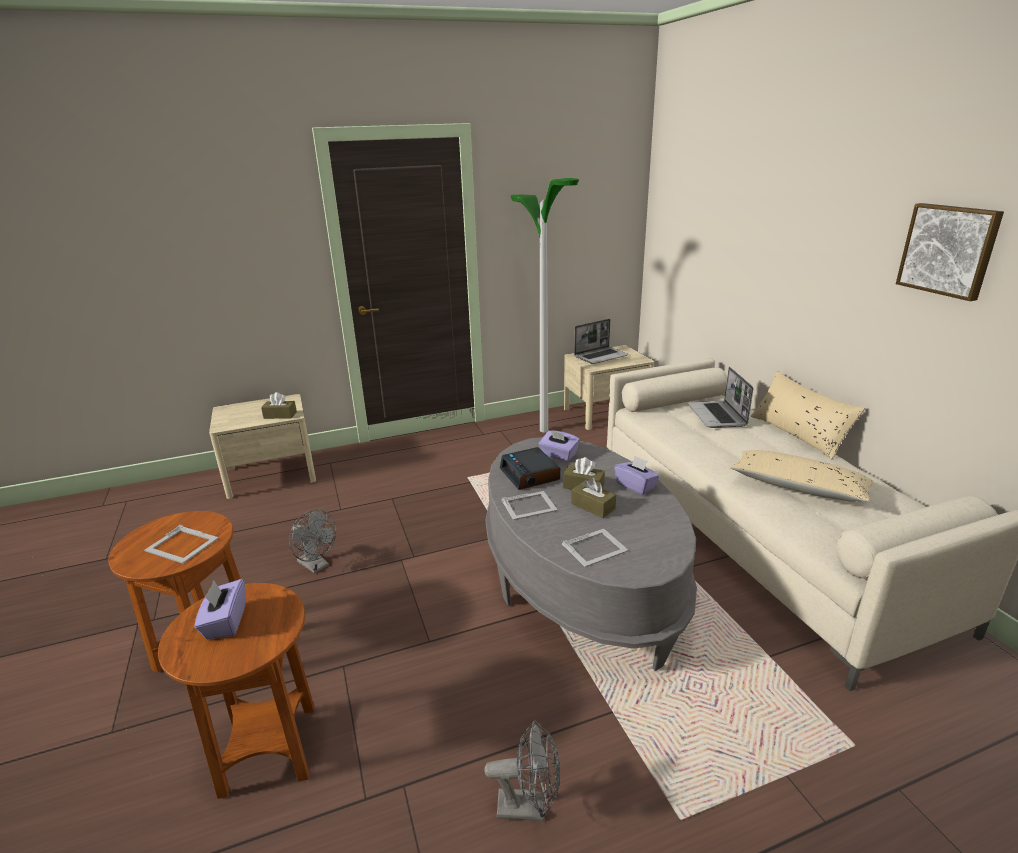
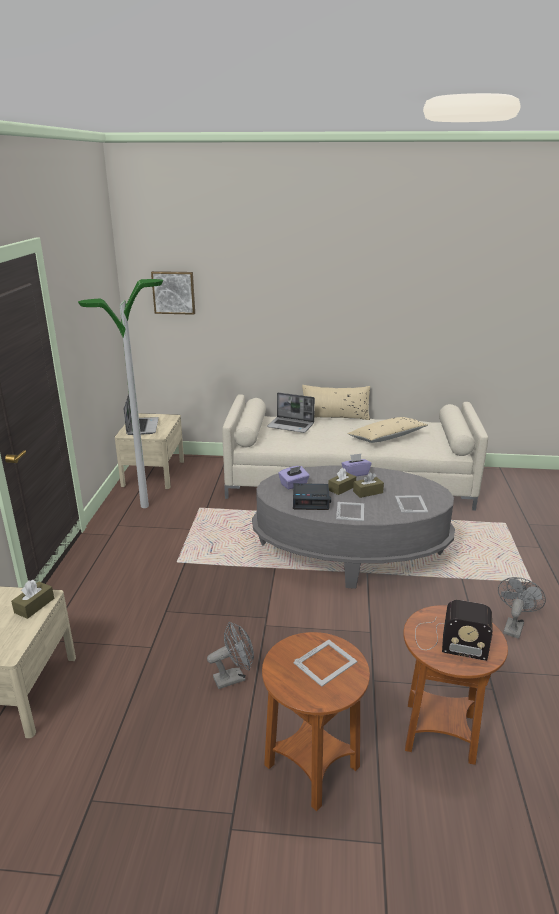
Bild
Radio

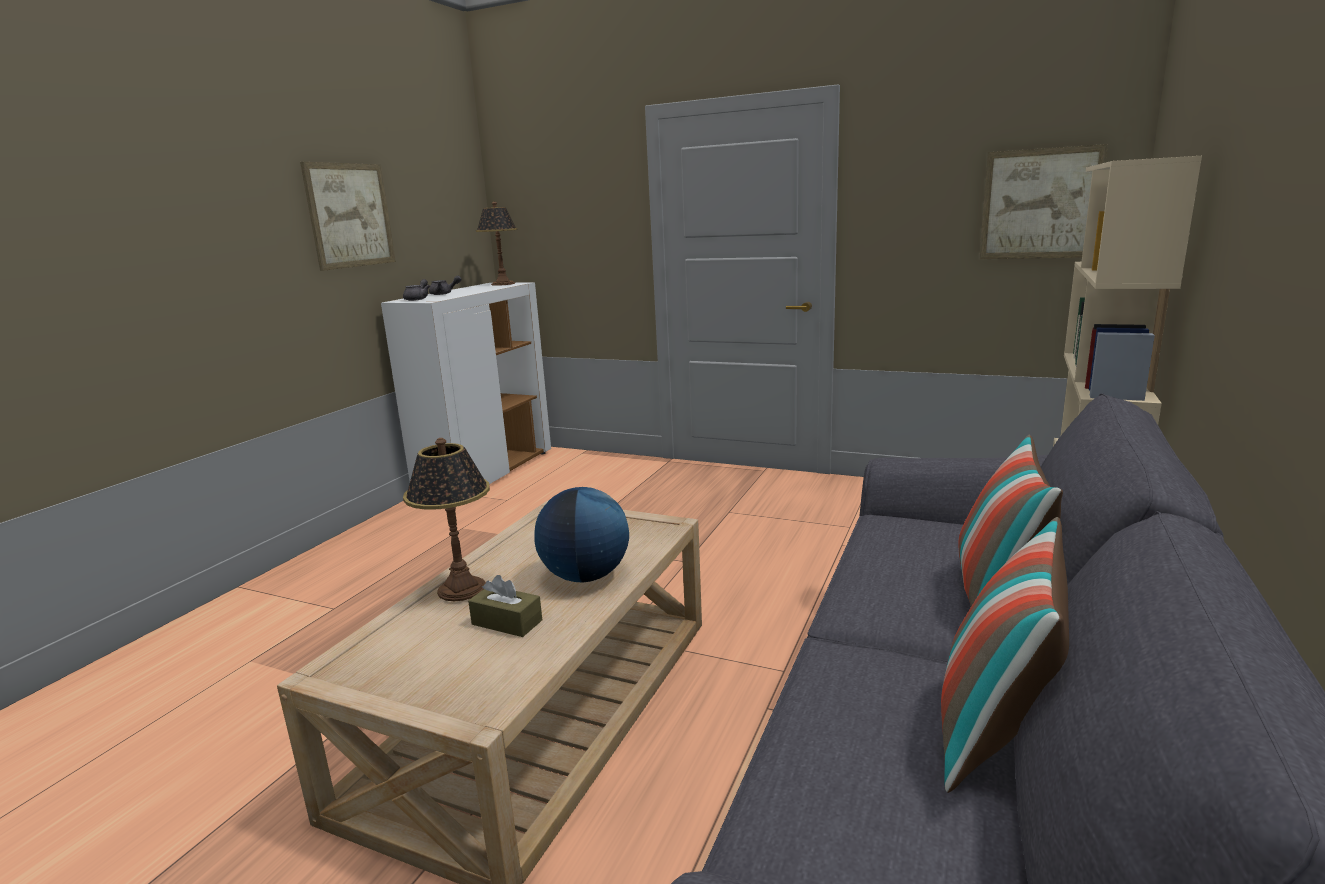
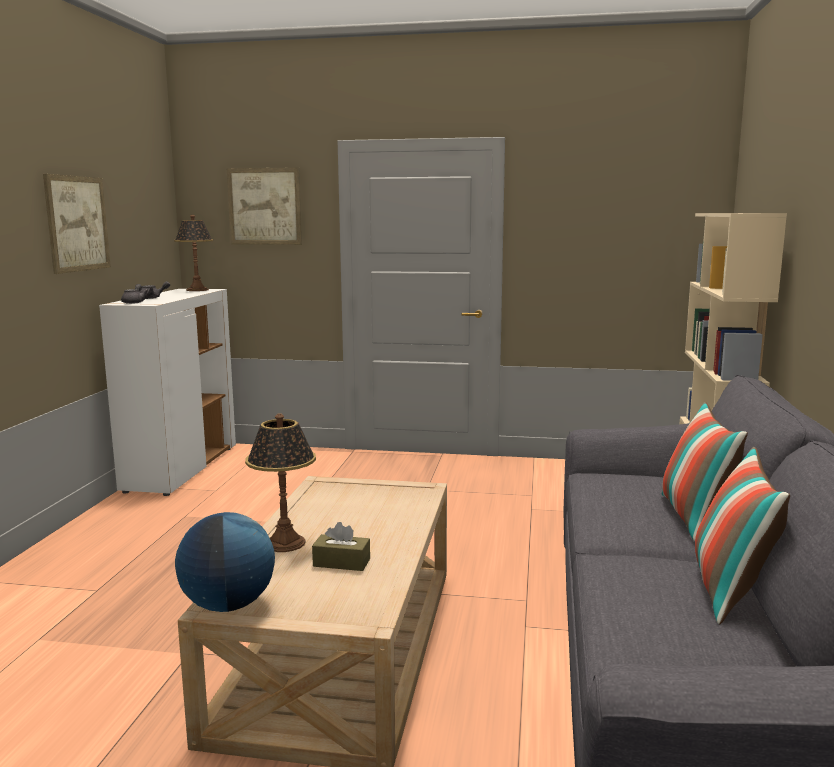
Globus
Bild (2nd from left)

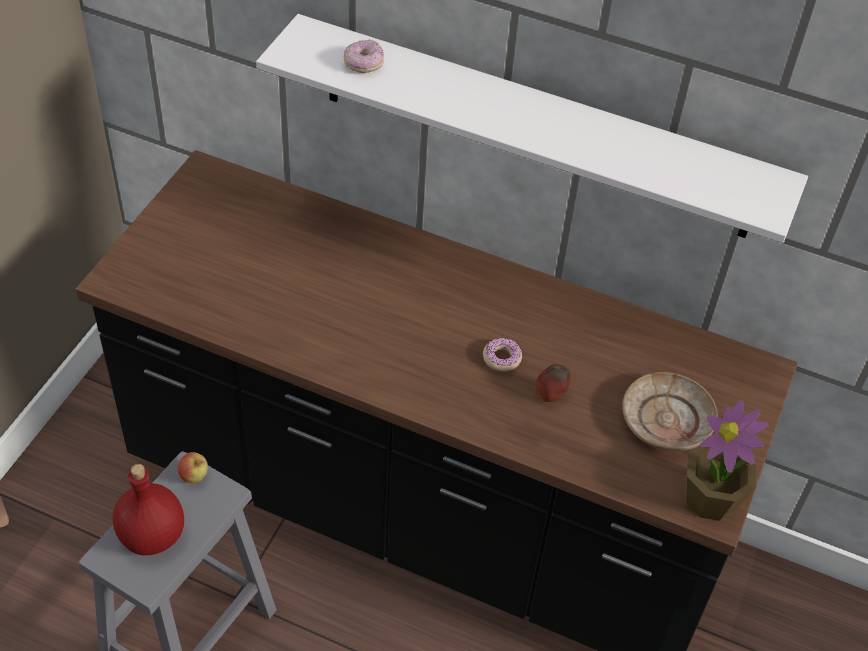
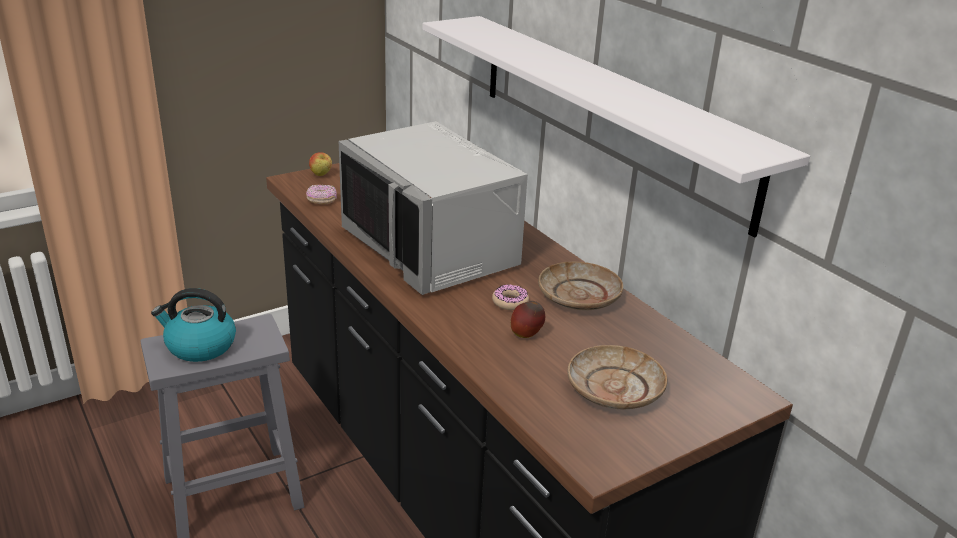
Topfpflanze
Mikrowelle [grau]
Teller [beige] (1st from left)
Apfel (1st from left)
Donut (1st from left)
Wasserkessel

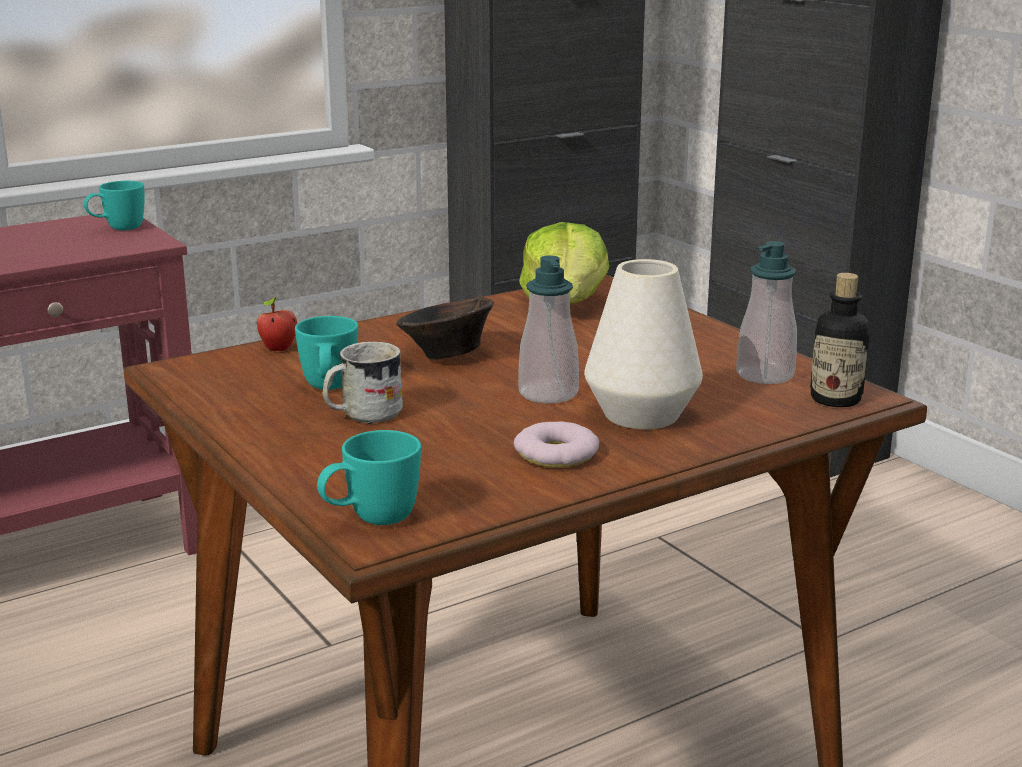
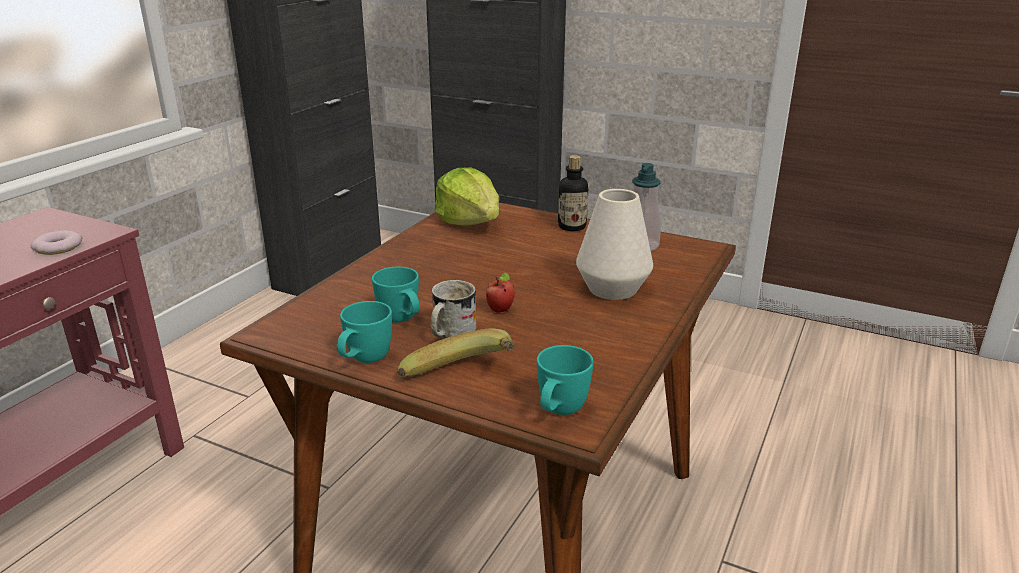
Schüssel [braun]
Seifenspender (1st from left in the first image)
Banane
Henkelbecher [türkis] (1st from left)
Apfel
Donut
Flasche

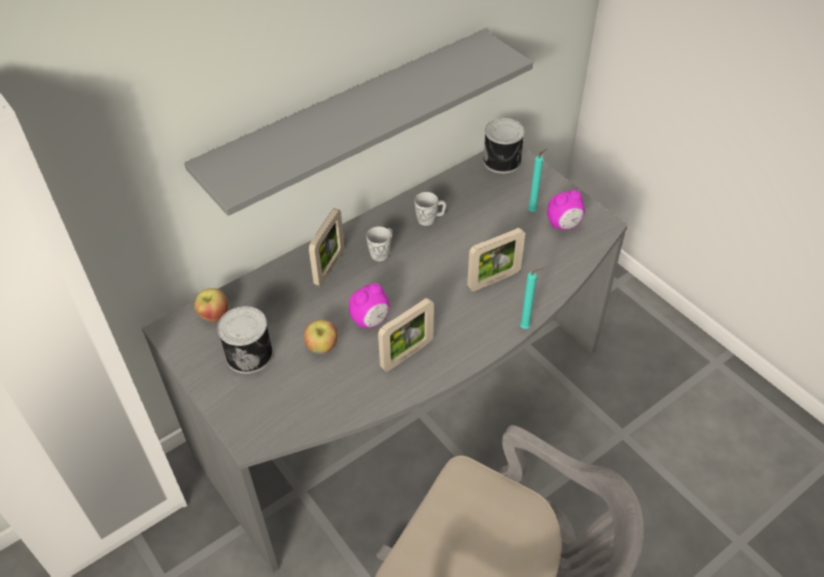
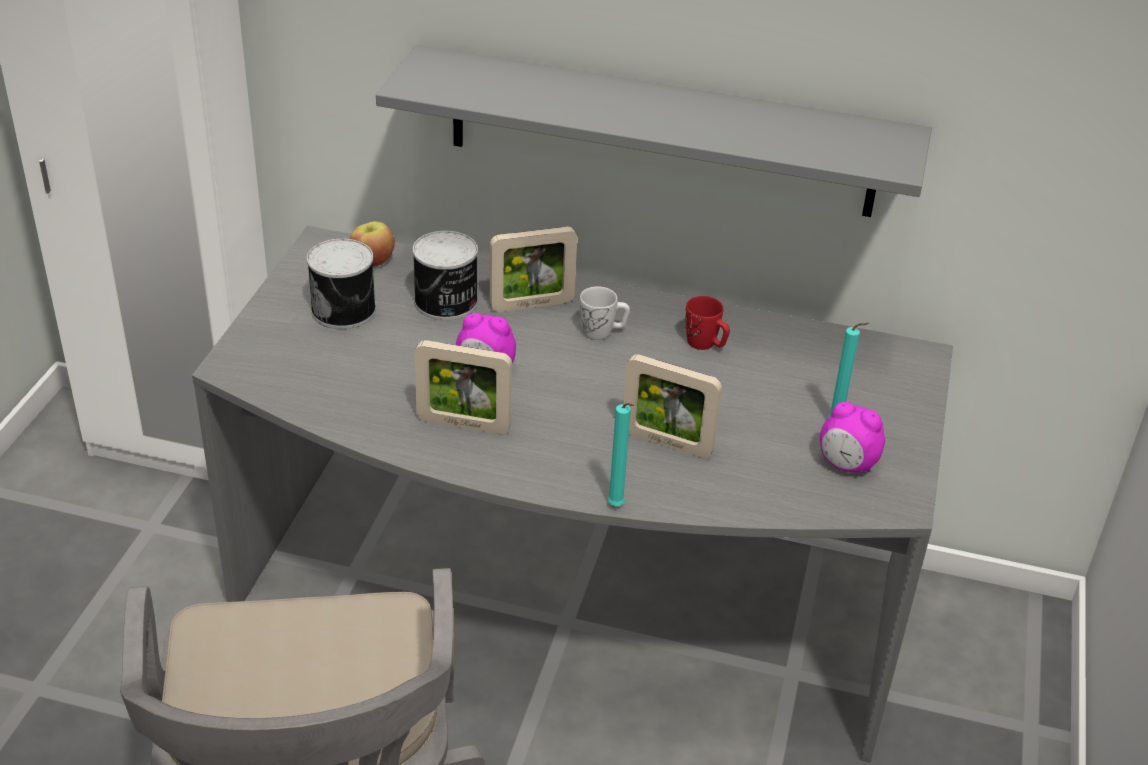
Apfel (2nd from left in the first image)
Dose (2nd from left)
Henkelbecher [rot]

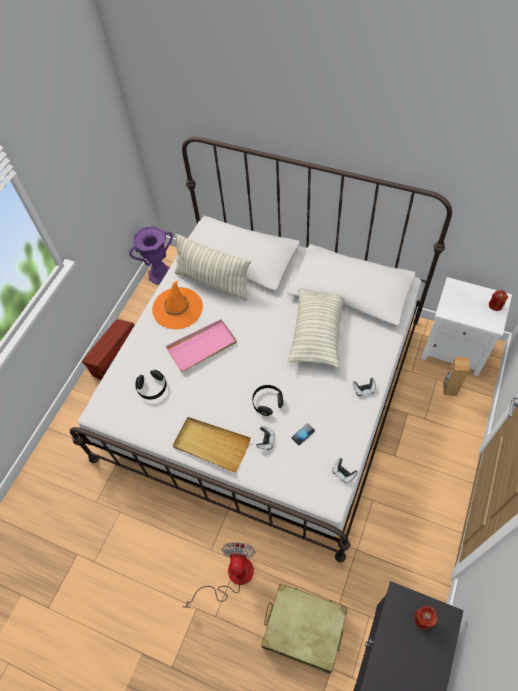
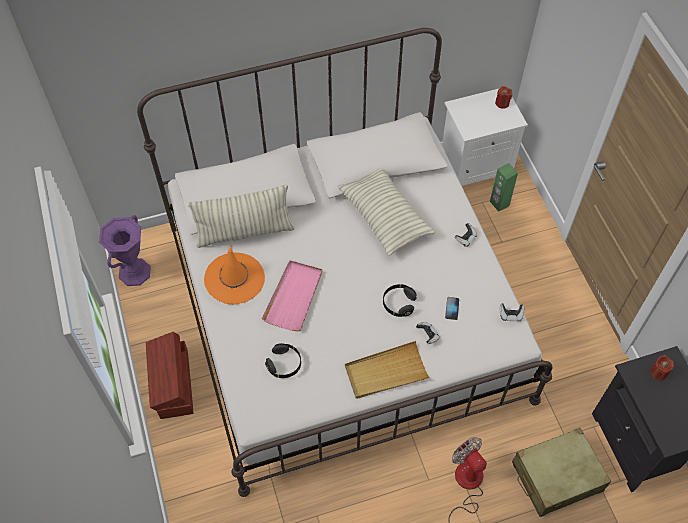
Lautsprecher [grün]

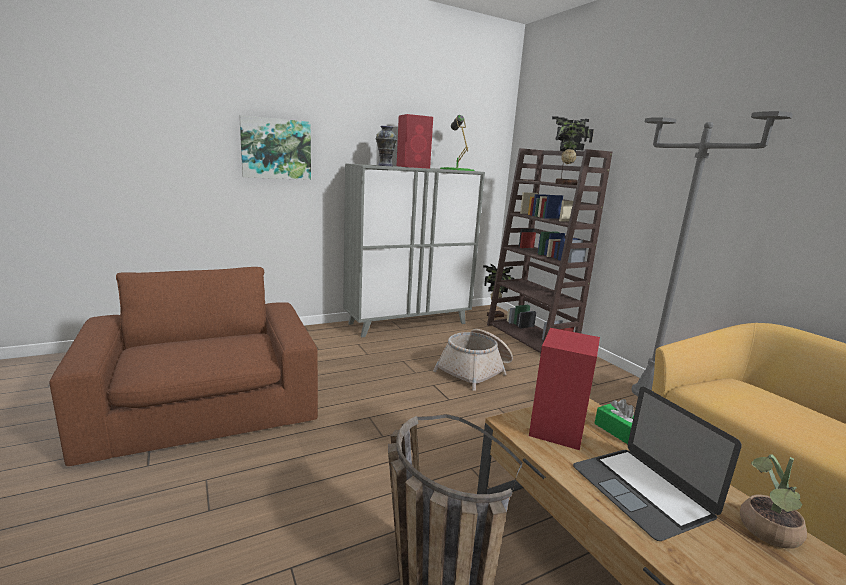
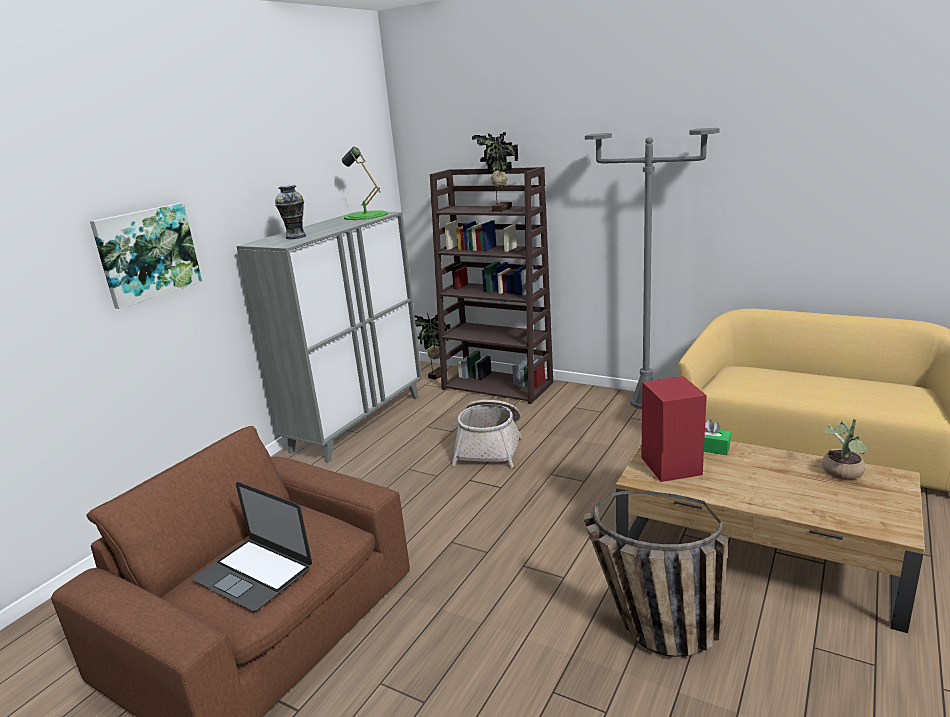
Lautsprecher [rot] (1st from left in the first image)
Laptop

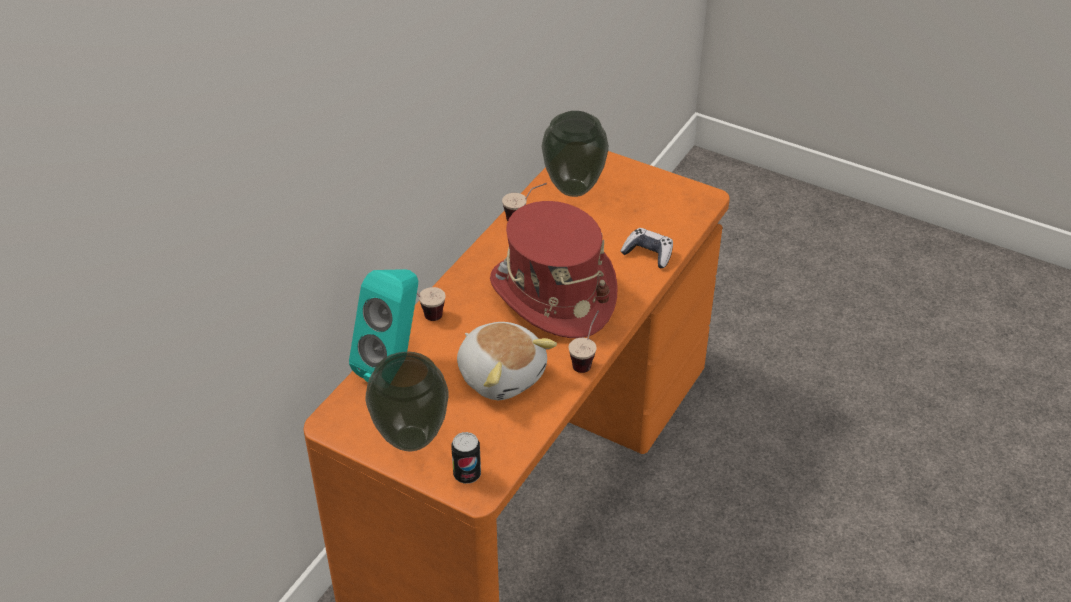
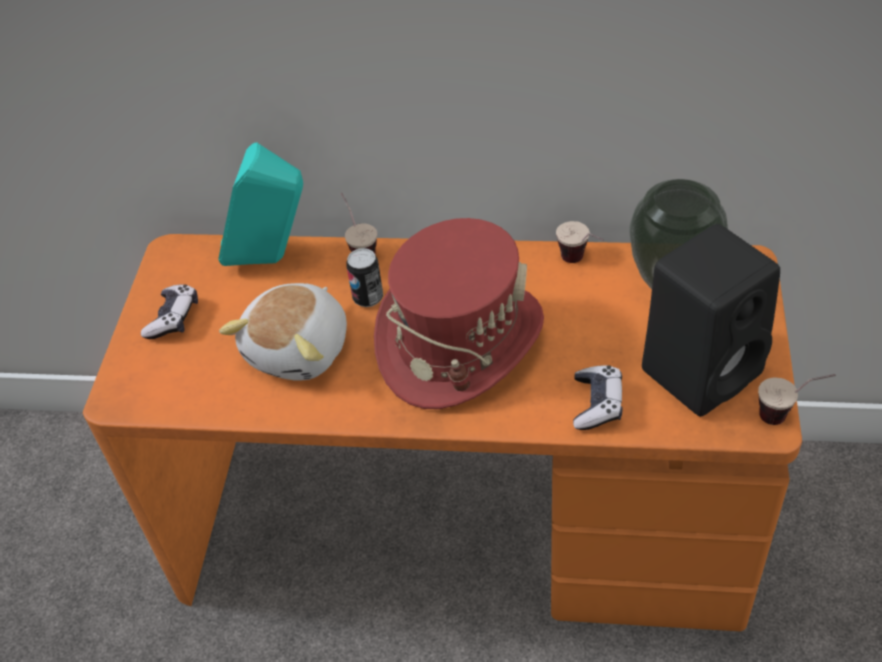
Lautsprecher [schwarz]
Dose
Tasse (3rd from left)
Gamepad (1st from left)

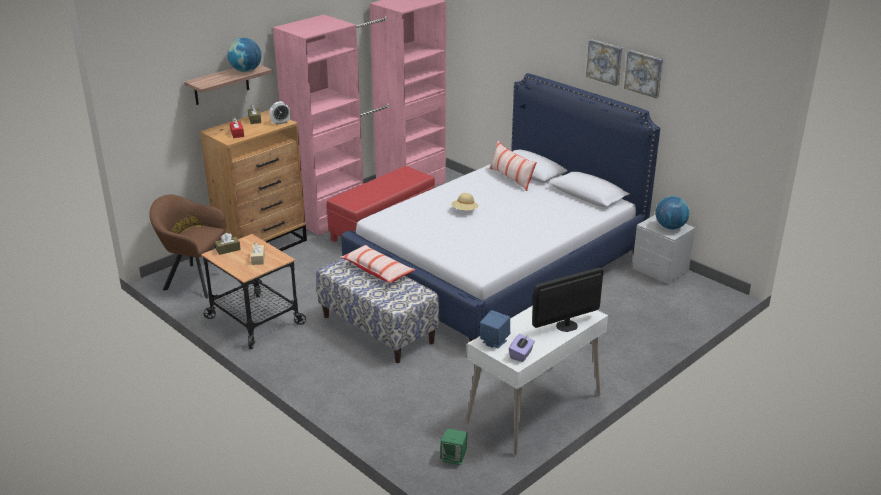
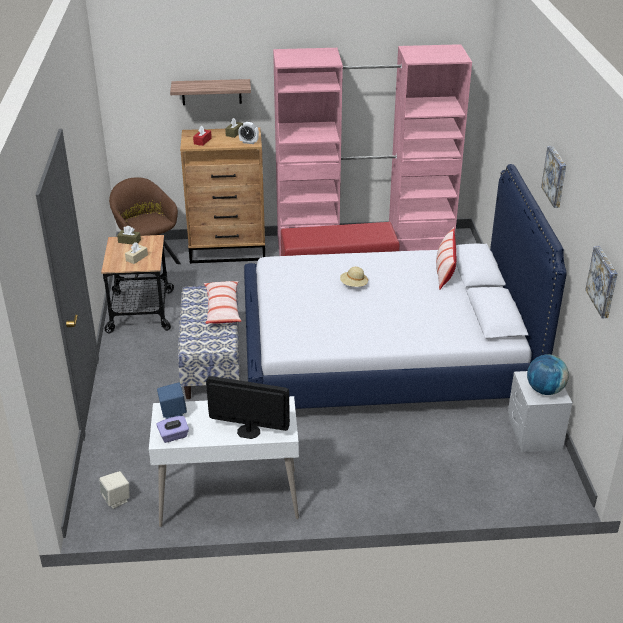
Globus (1st from left in the first image)
Bild (2nd from left)
Lautsprecher [beige]

